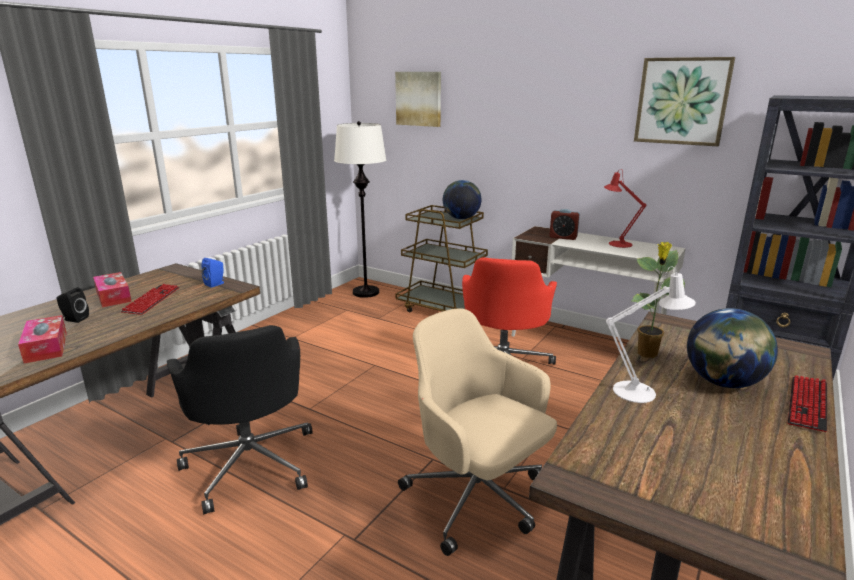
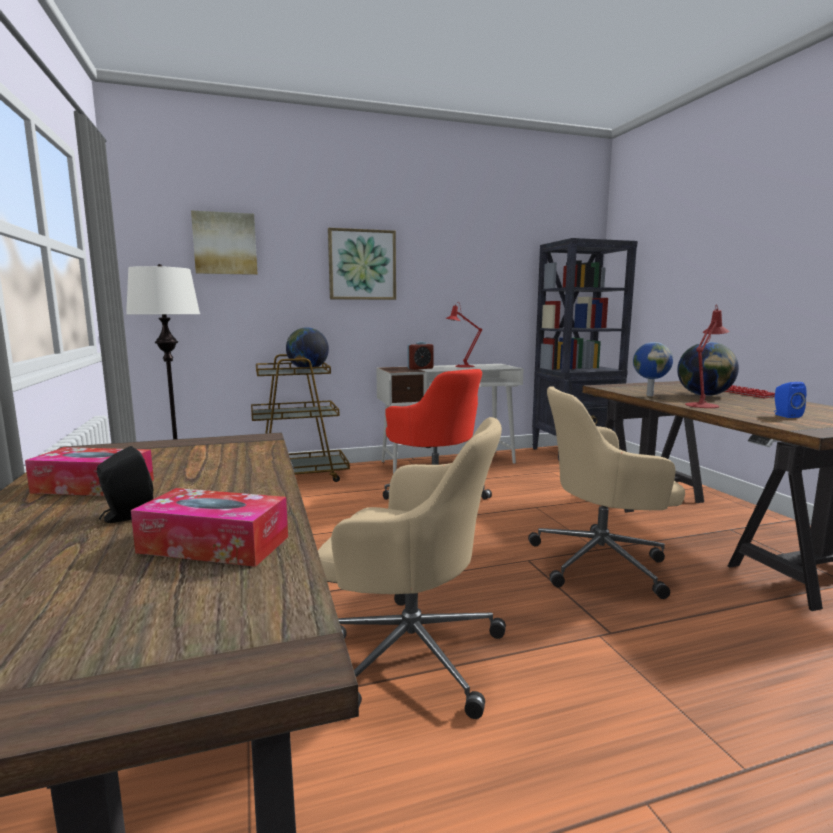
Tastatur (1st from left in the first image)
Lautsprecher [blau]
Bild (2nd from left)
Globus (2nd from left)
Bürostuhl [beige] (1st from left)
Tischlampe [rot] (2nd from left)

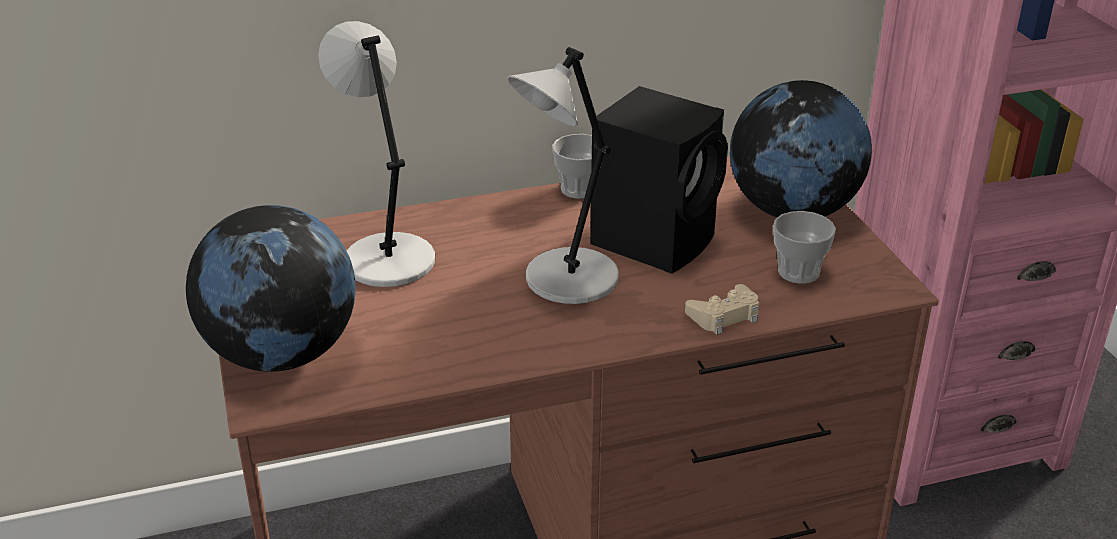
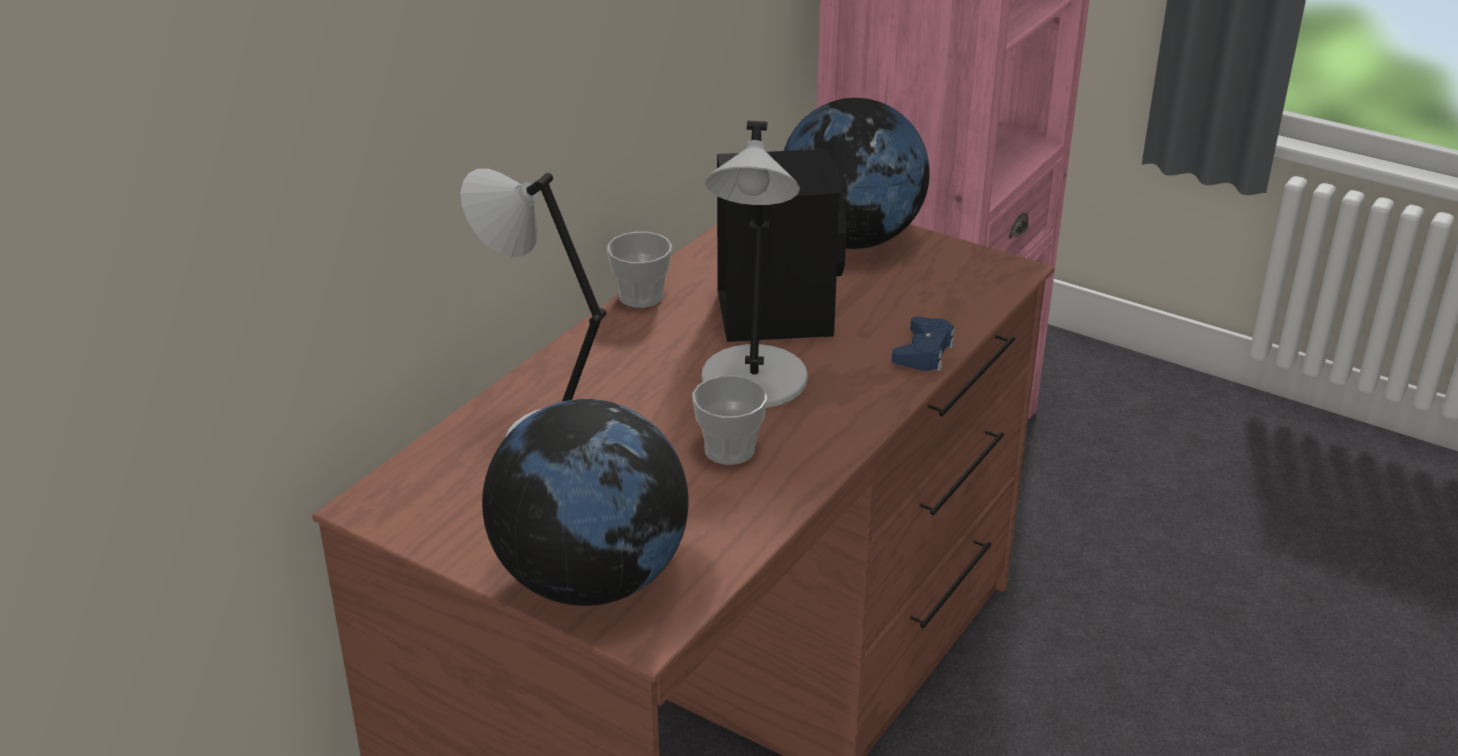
Tasse (2nd from left)
Gamepad [blau]

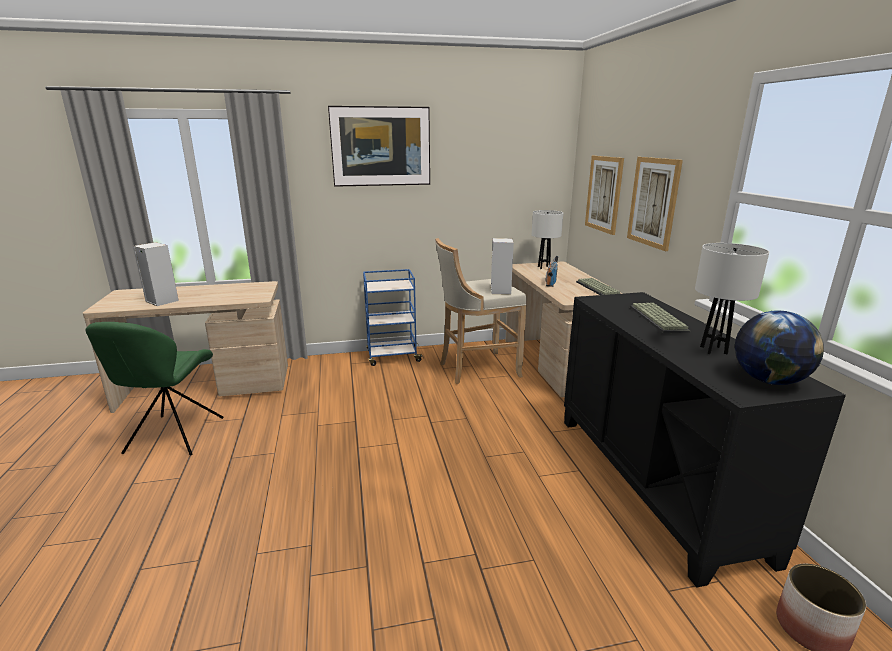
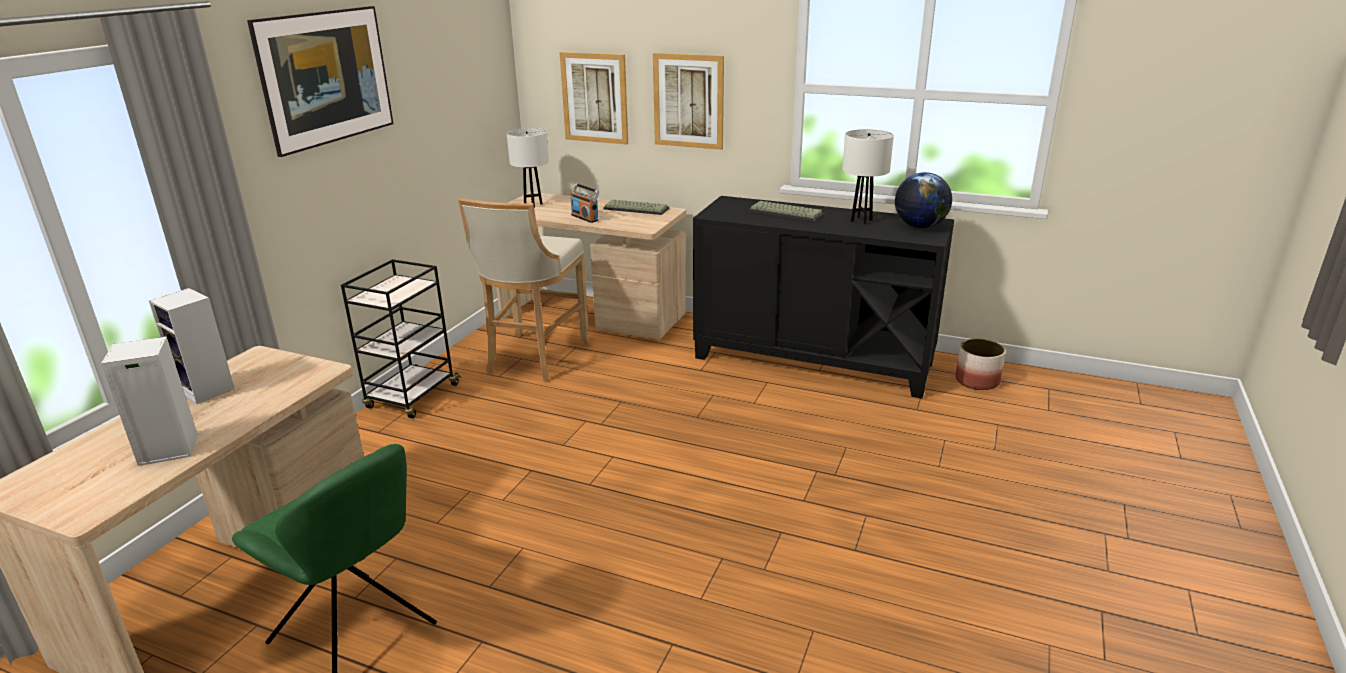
Lautsprecher (2nd from left)
Rollwagen [schwarz]

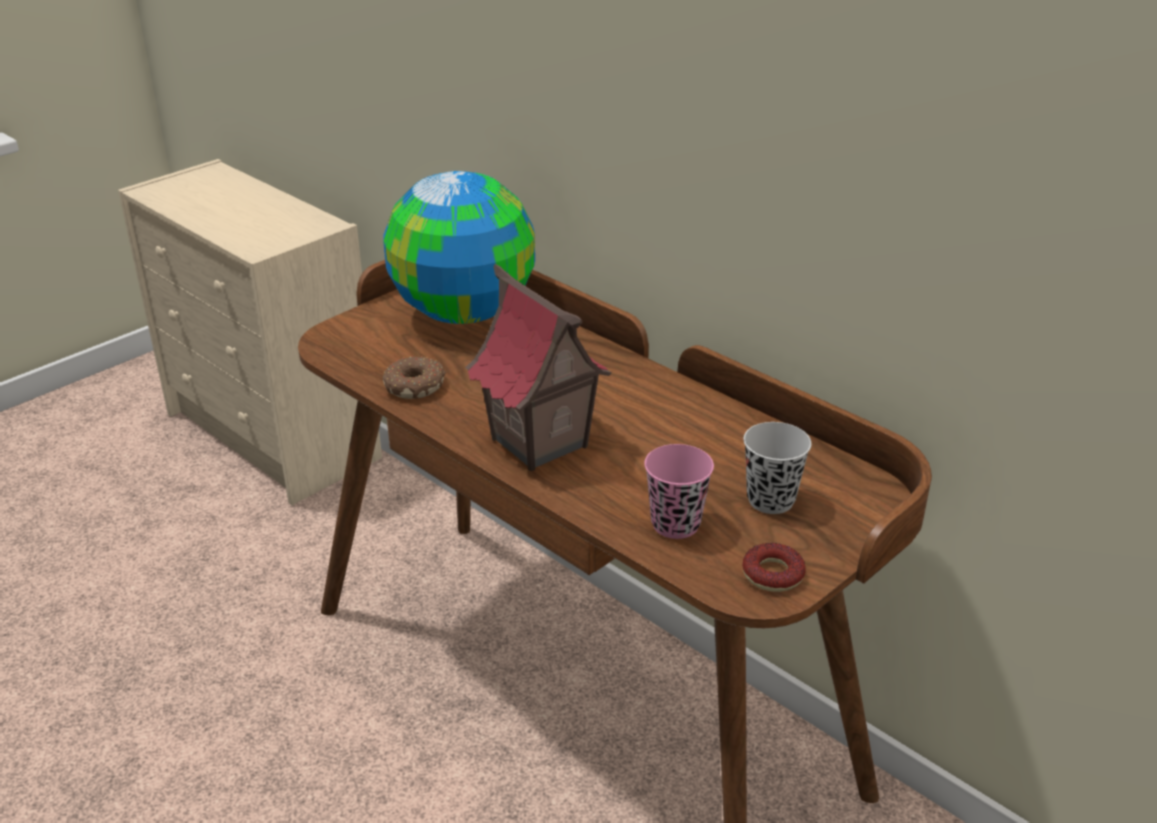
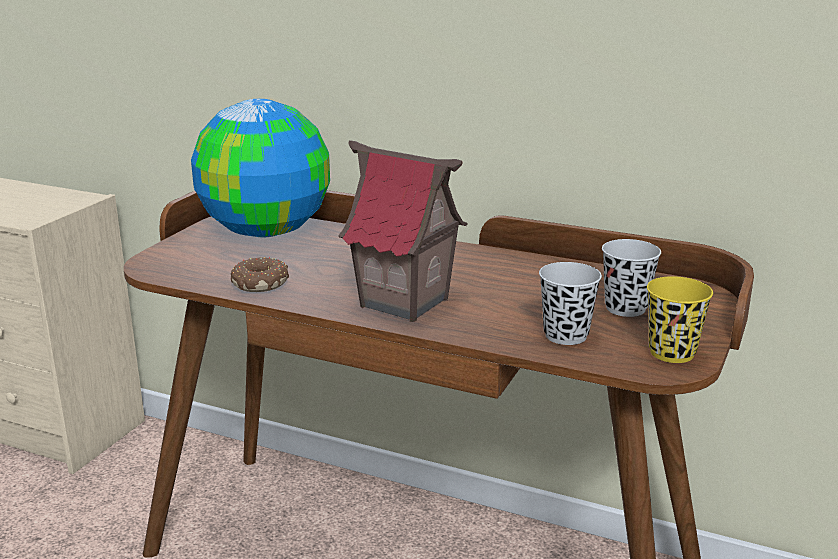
Tasse [gelb]
Tasse [schwarz] (1st from left)

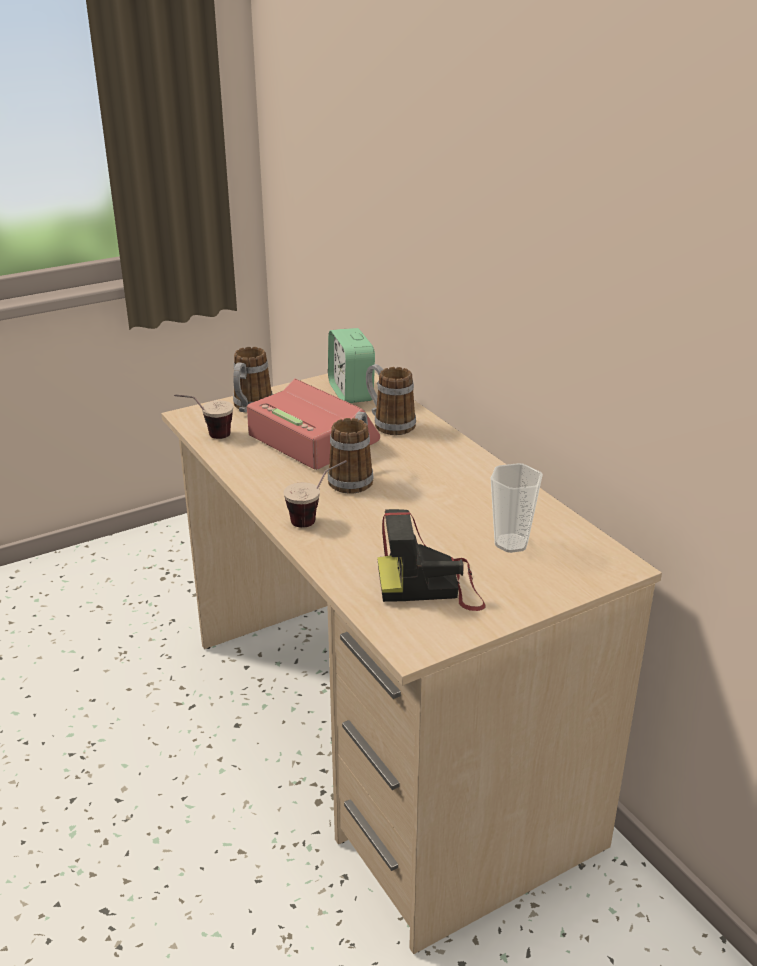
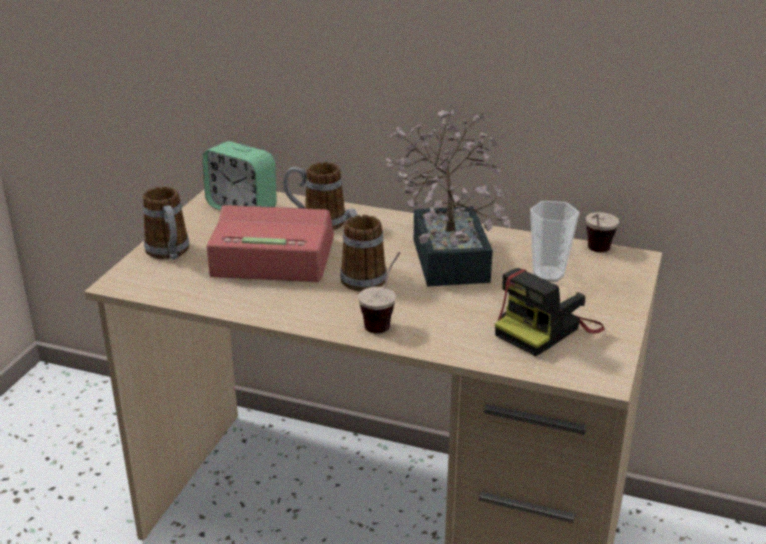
Topfpflanze
Tasse (3rd from left)

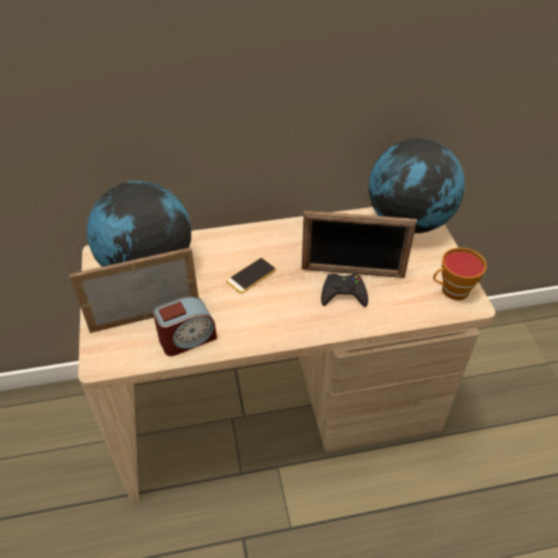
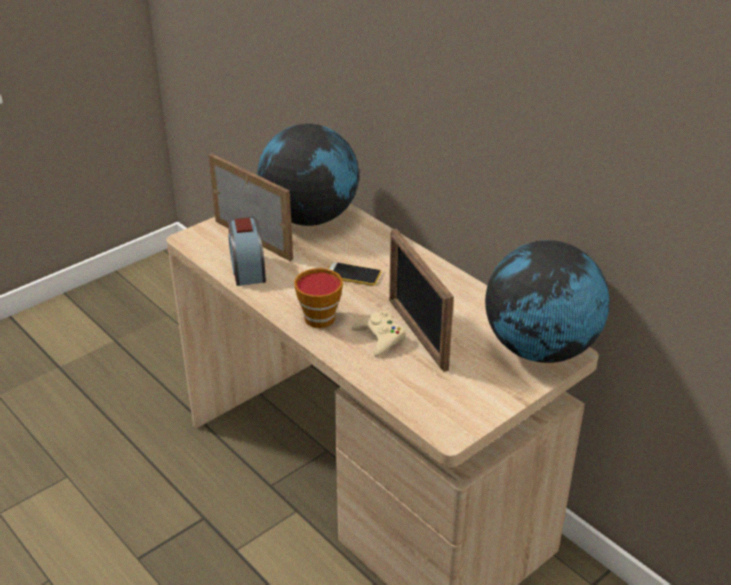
Tasse
Gamepad [beige]
Wecker

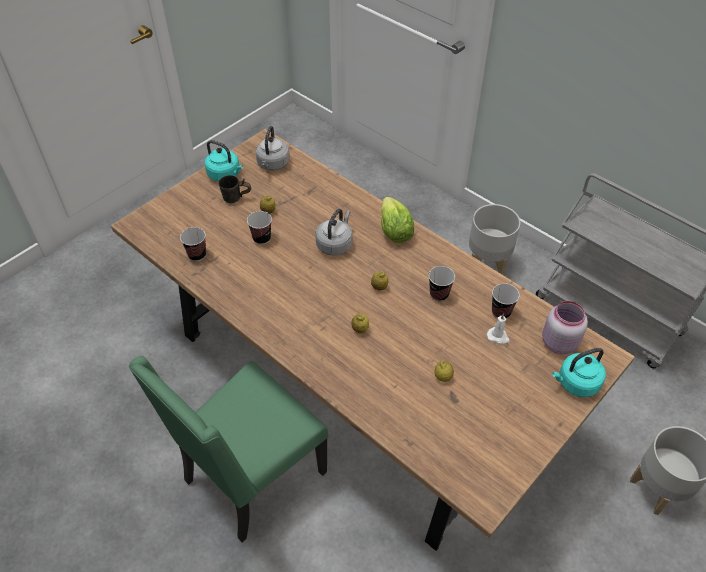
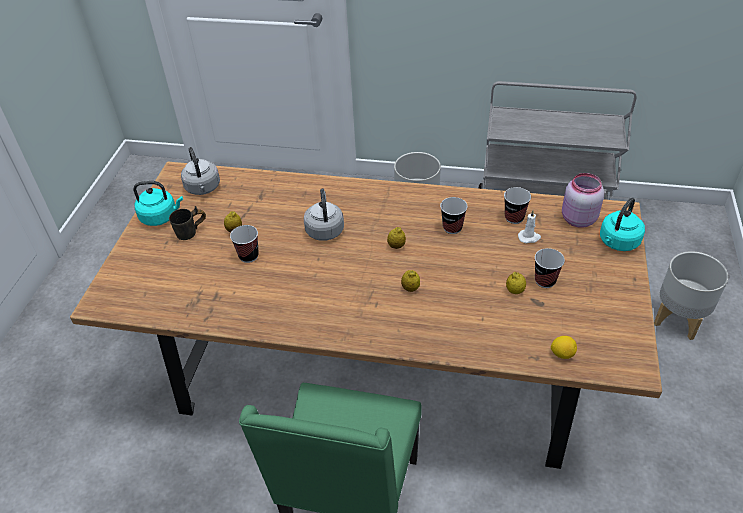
Salatkopf
Zitrone (5th from left)
Tasse (4th from left)

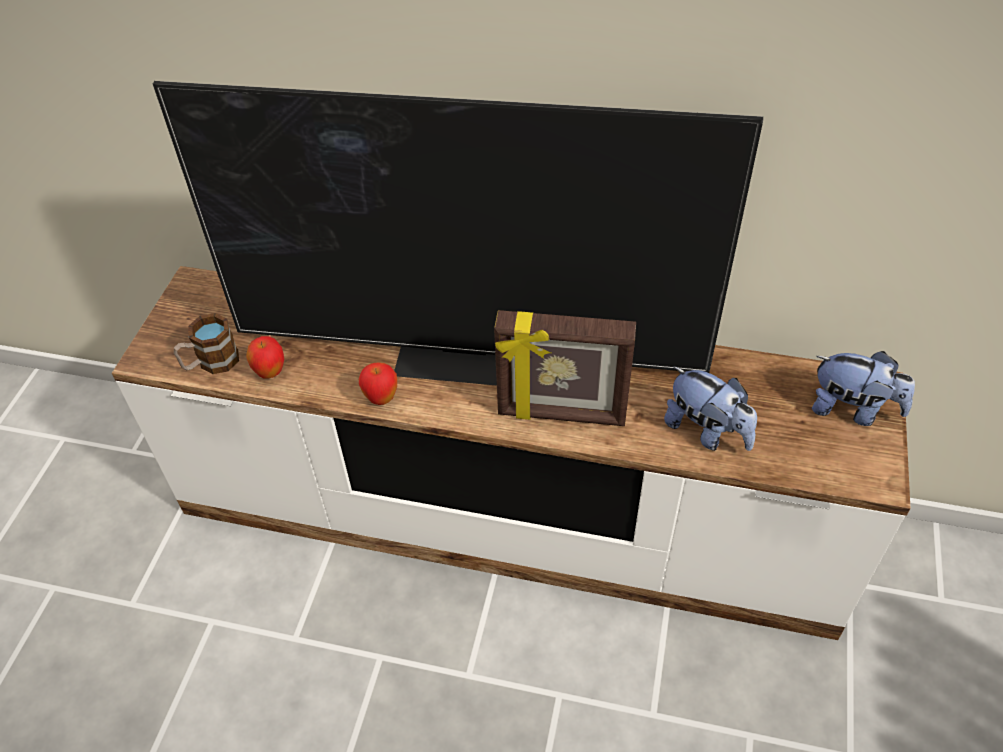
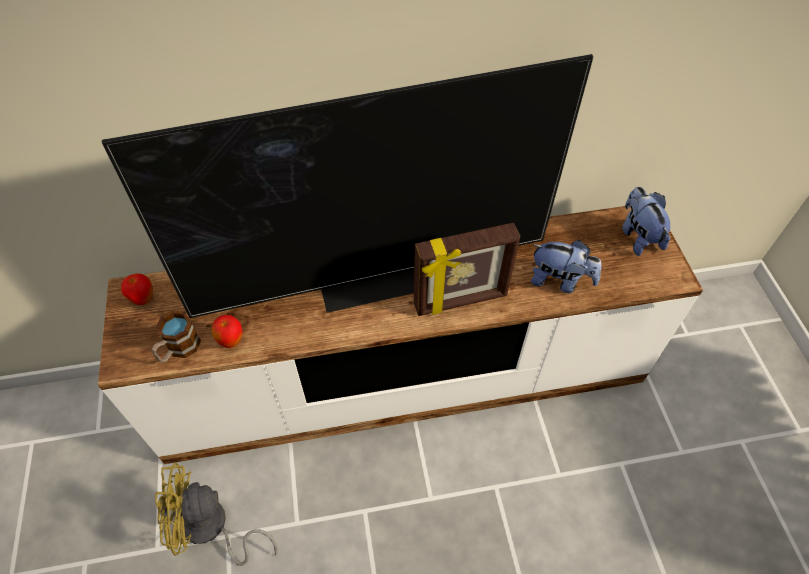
Ventilator [gelb]
Apfel (1st from left)
Plüschtier (2nd from left)

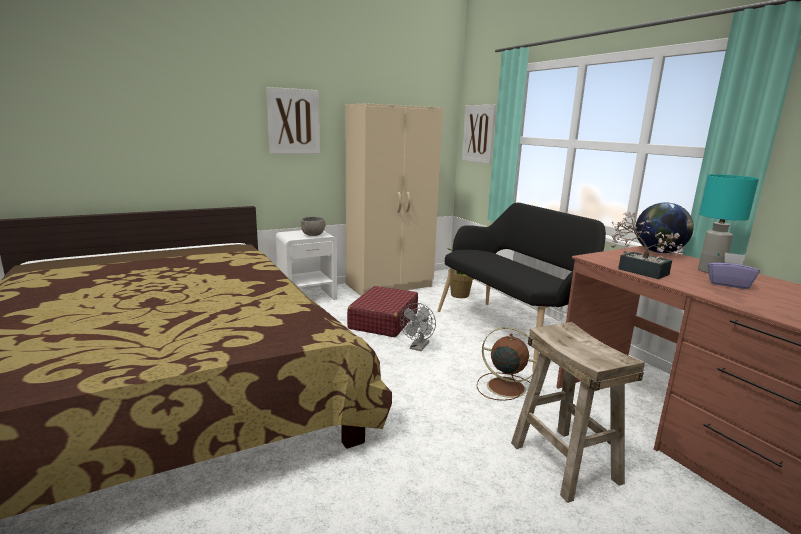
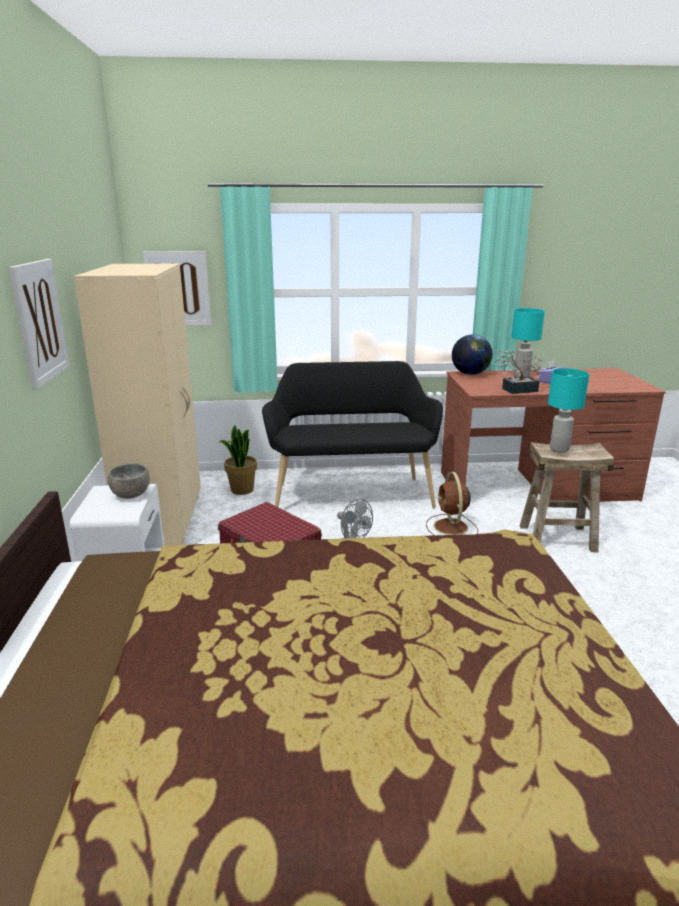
Tischlampe [türkis] (2nd from left)
Ventilator [braun]

